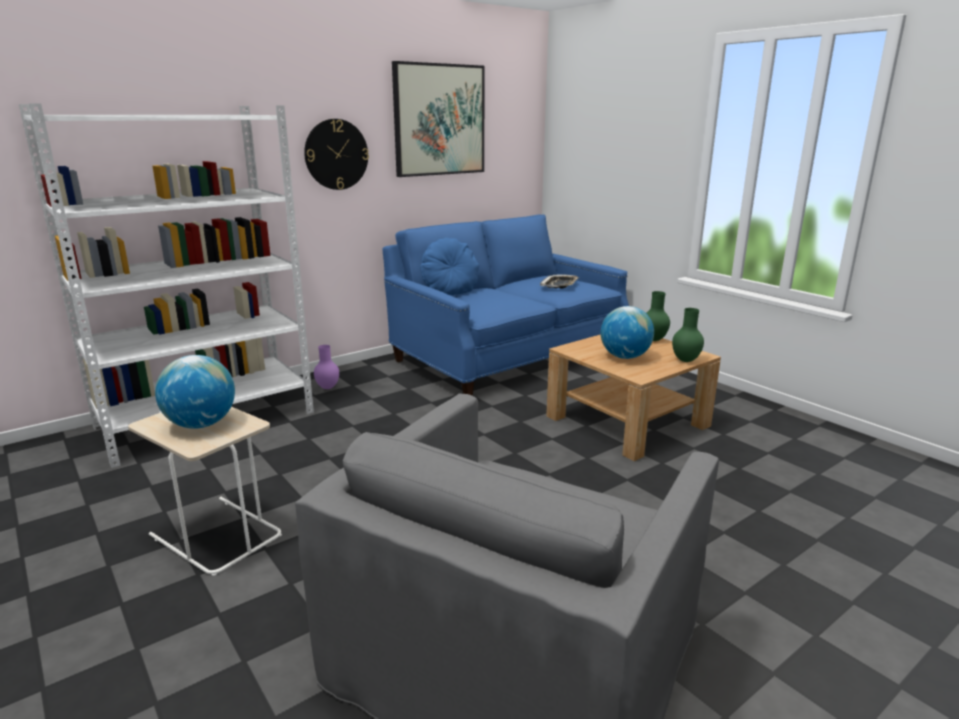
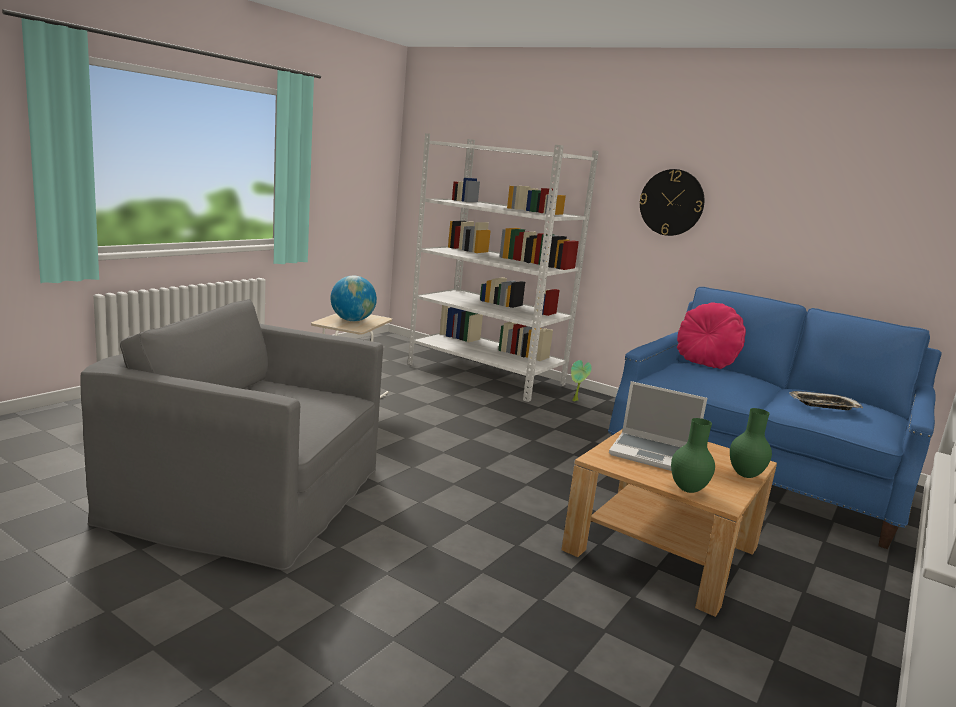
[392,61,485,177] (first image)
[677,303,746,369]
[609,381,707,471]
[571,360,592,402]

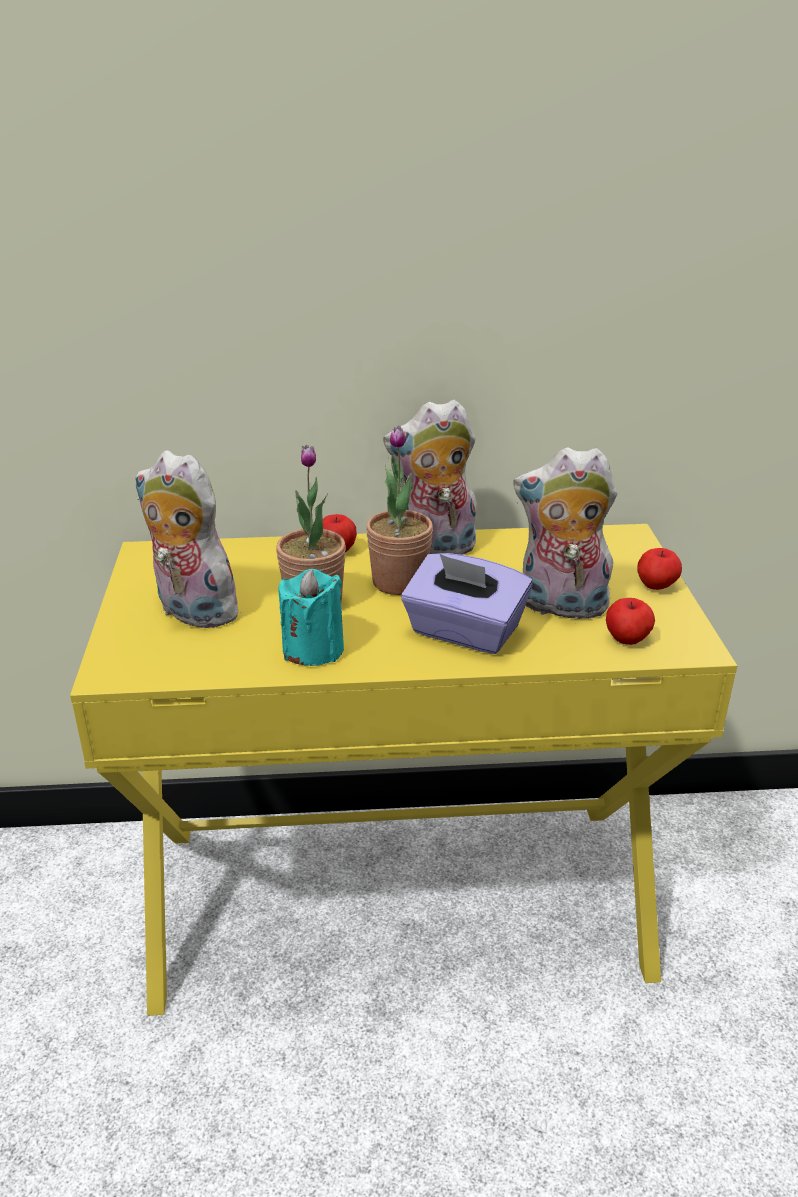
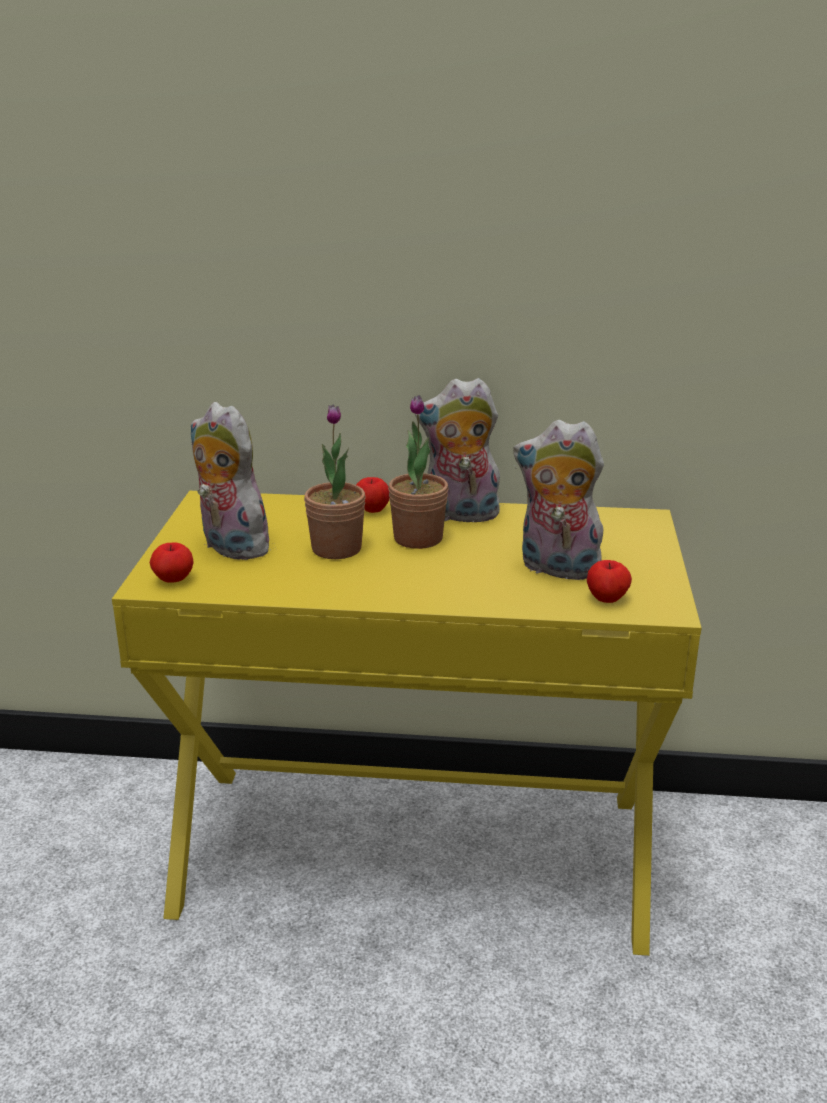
[150,543,194,583]
[401,553,533,654] (first image)
[278,569,344,666] (first image)

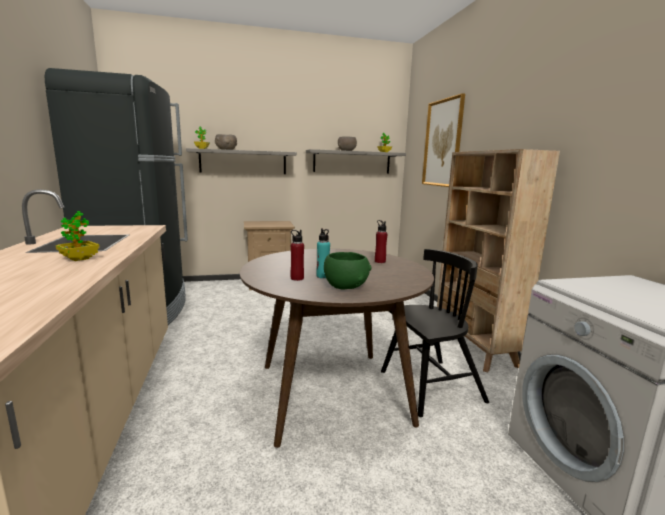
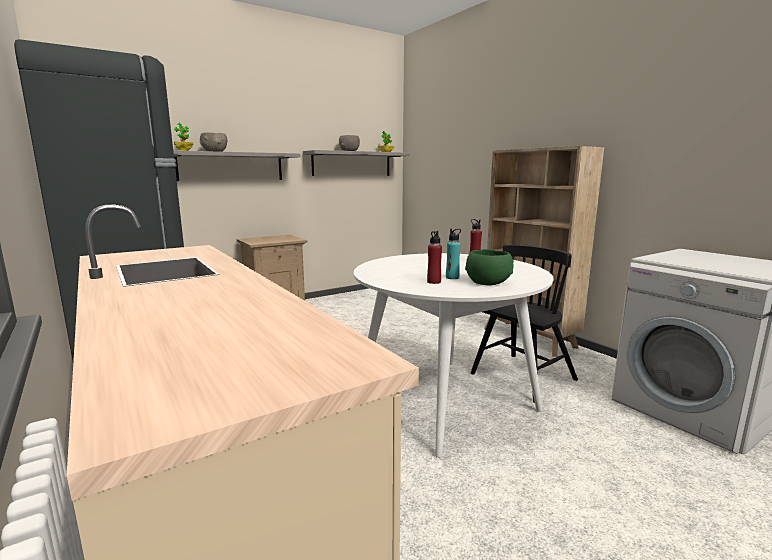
[422,93,465,187] (first image)
[56,211,100,261] (first image)
[354,253,554,458]

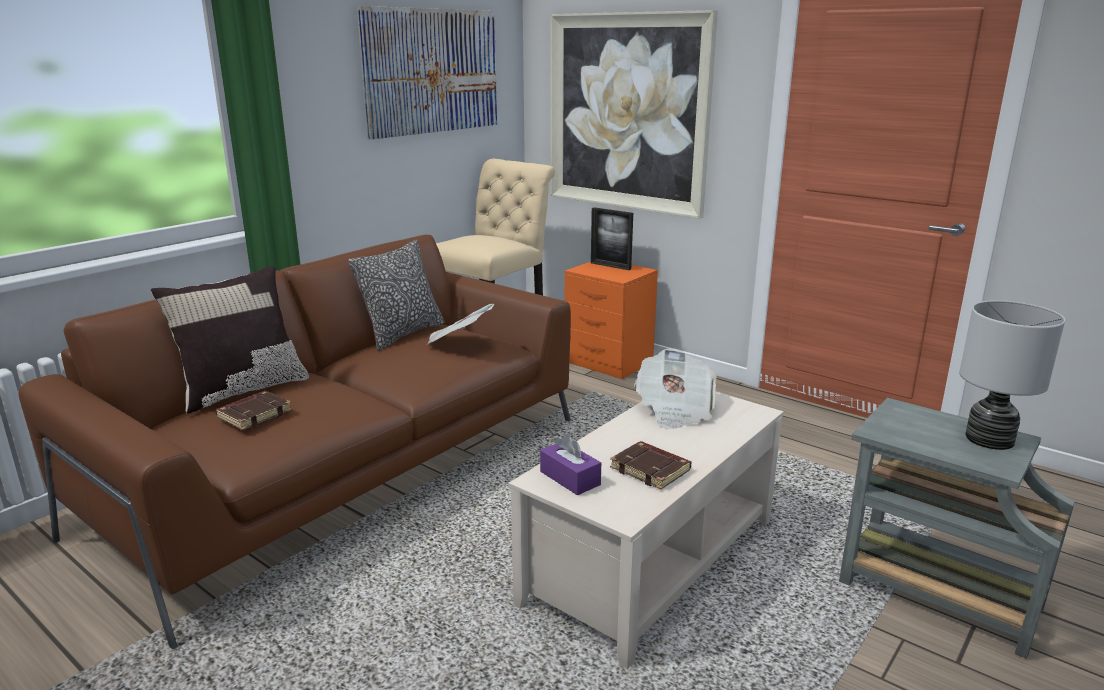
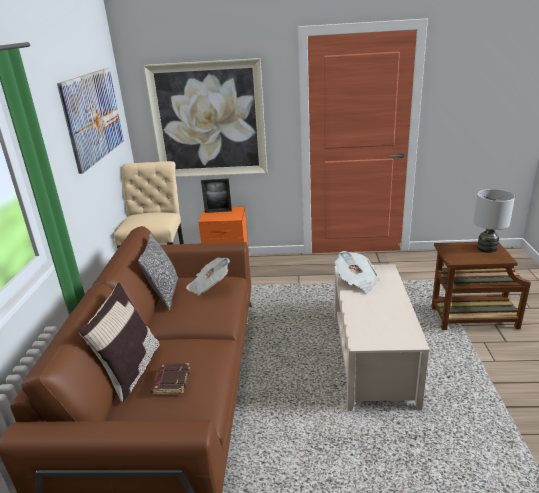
[432,242,531,330]
[540,434,601,495] (first image)
[610,441,691,490] (first image)

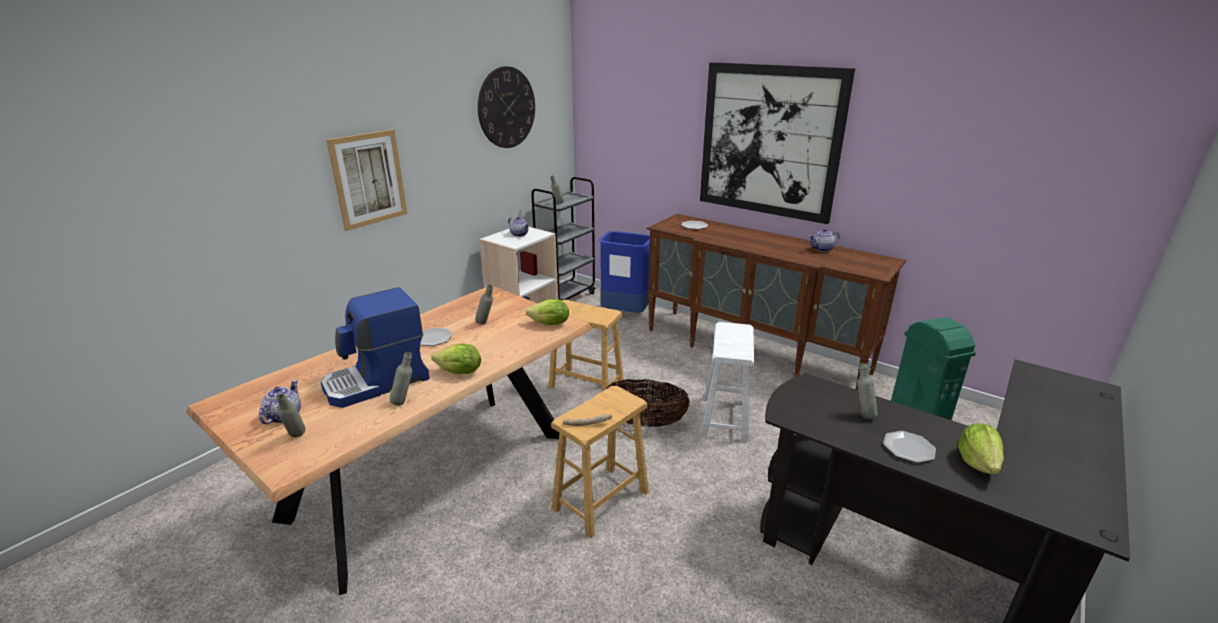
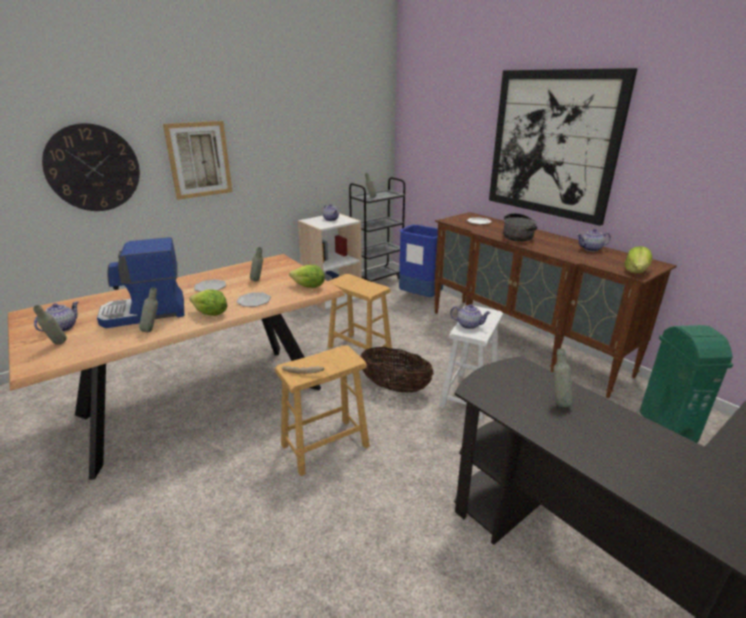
[42,123,140,211]
[624,246,652,273]
[236,293,271,307]
[503,213,537,242]
[450,304,491,329]

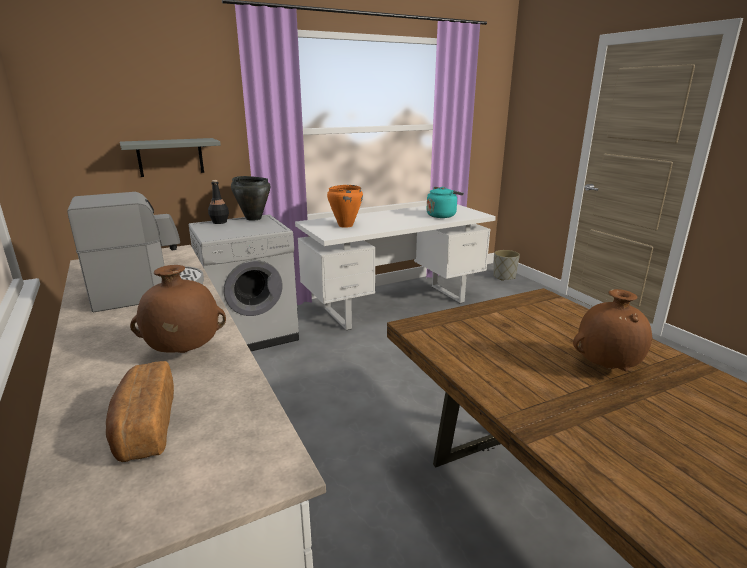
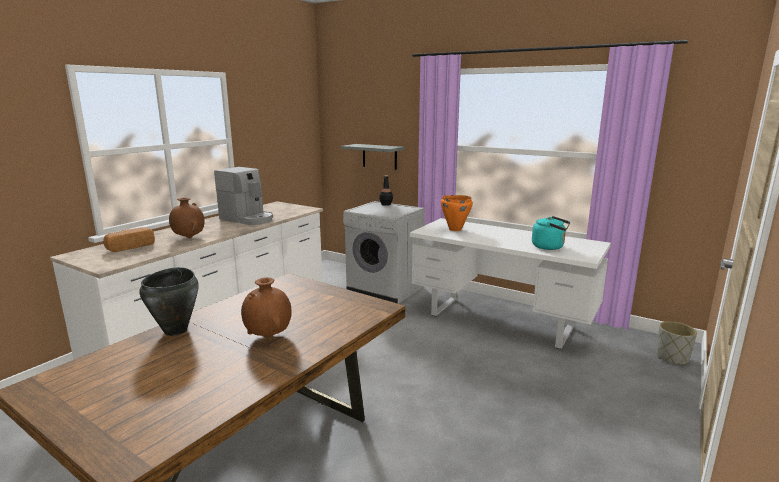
[139,267,199,336]

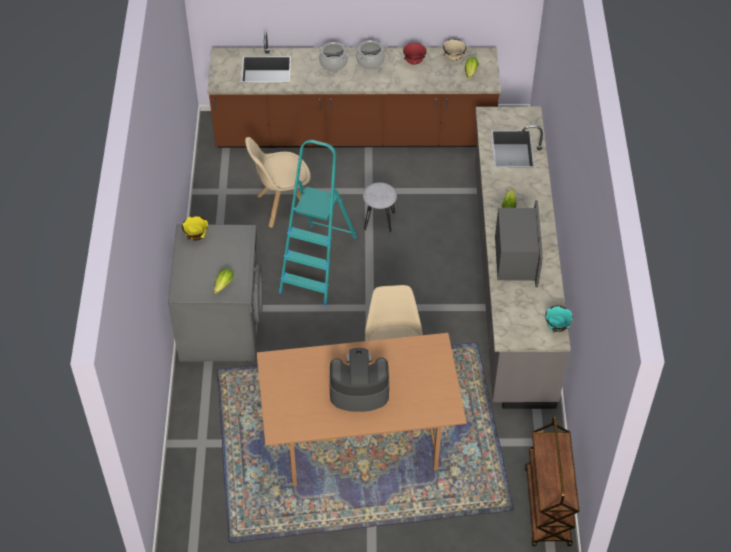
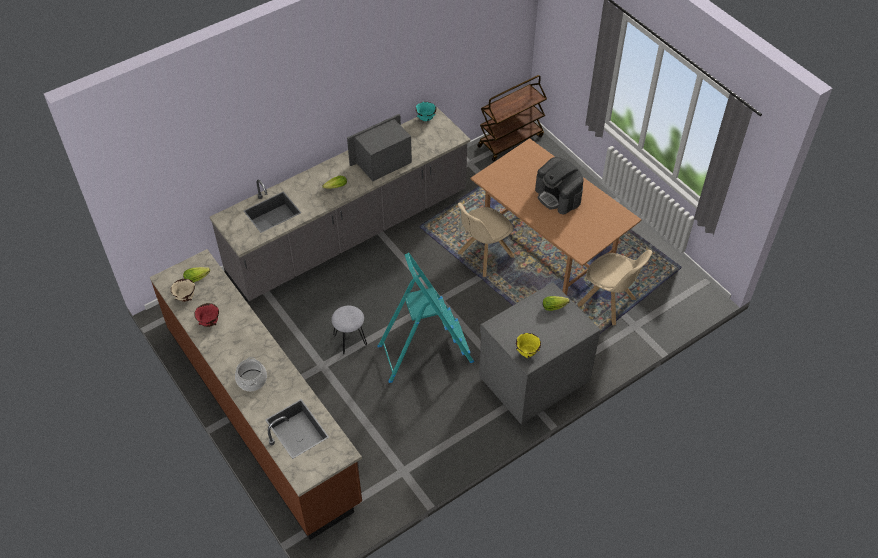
[356,40,385,69] (first image)
[577,250,653,326]

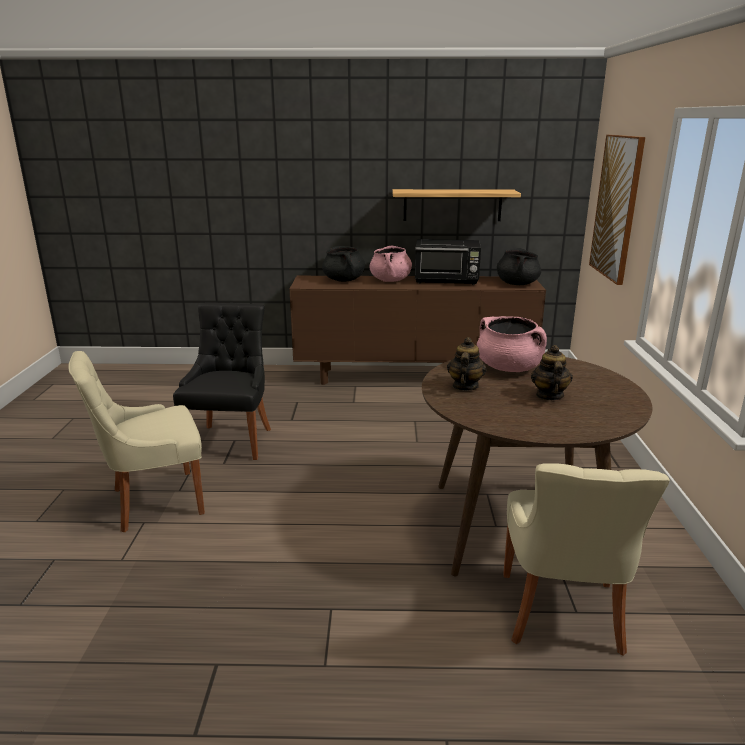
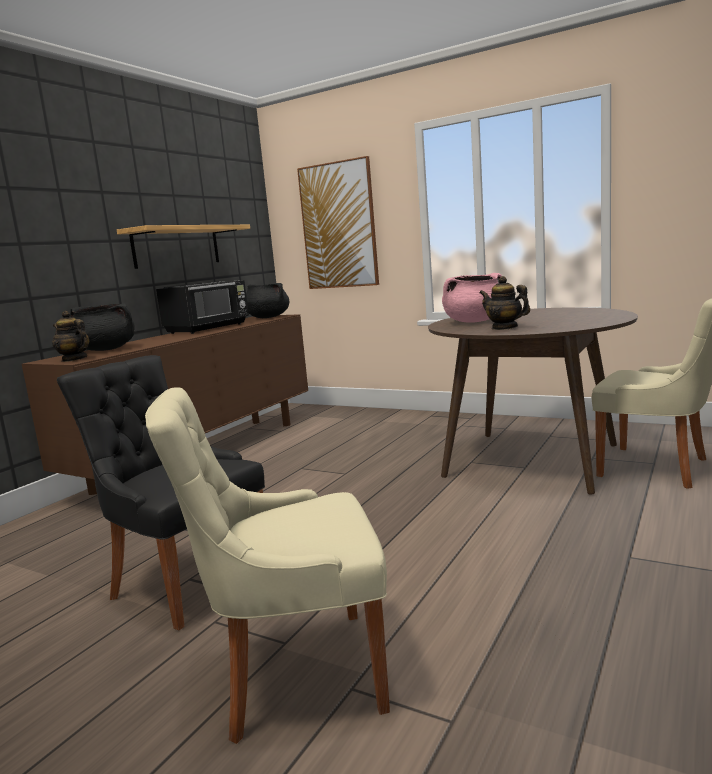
[369,246,412,282] (first image)
[52,311,89,362]
[145,387,390,744]

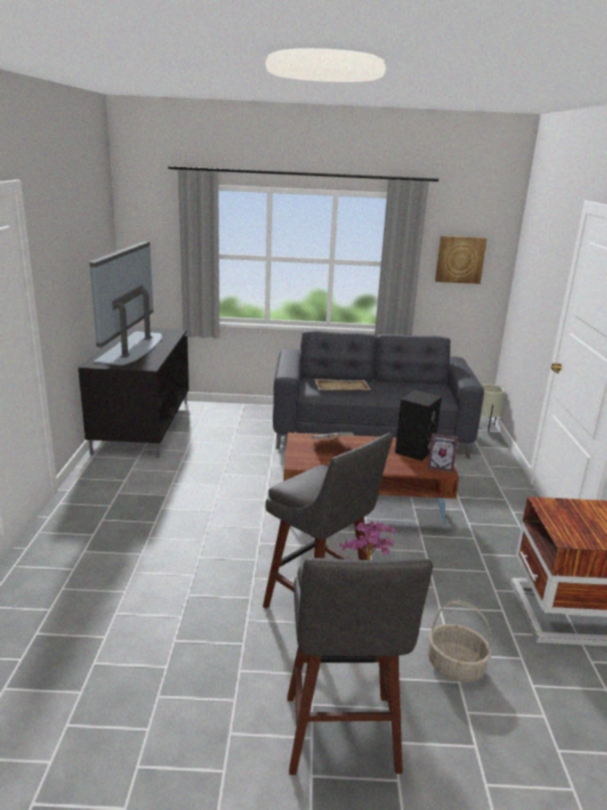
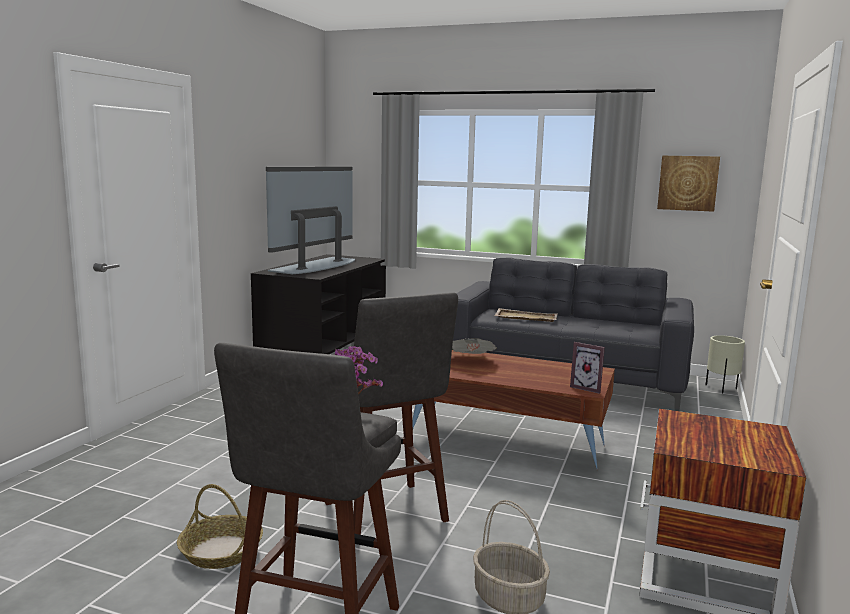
[395,390,442,461] (first image)
[177,484,263,569]

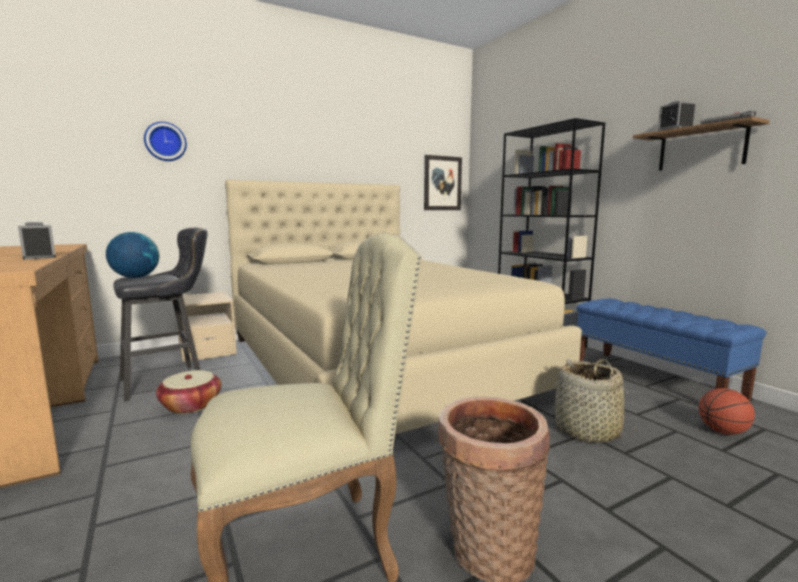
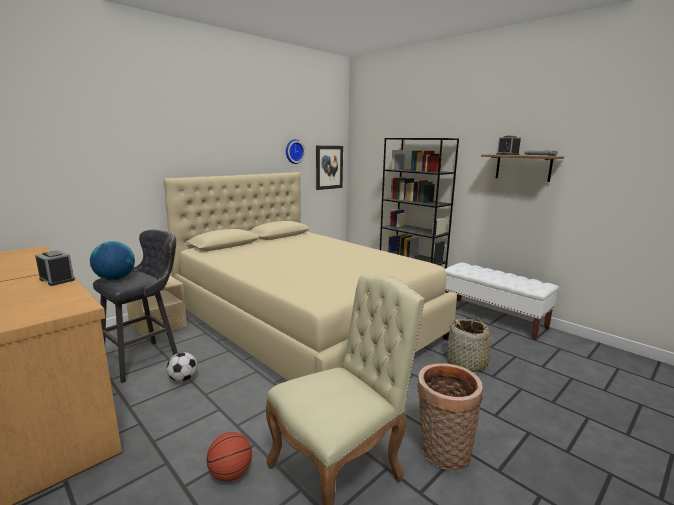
[286,139,305,164]
[445,263,559,341]
[167,352,197,382]
[207,432,252,482]

